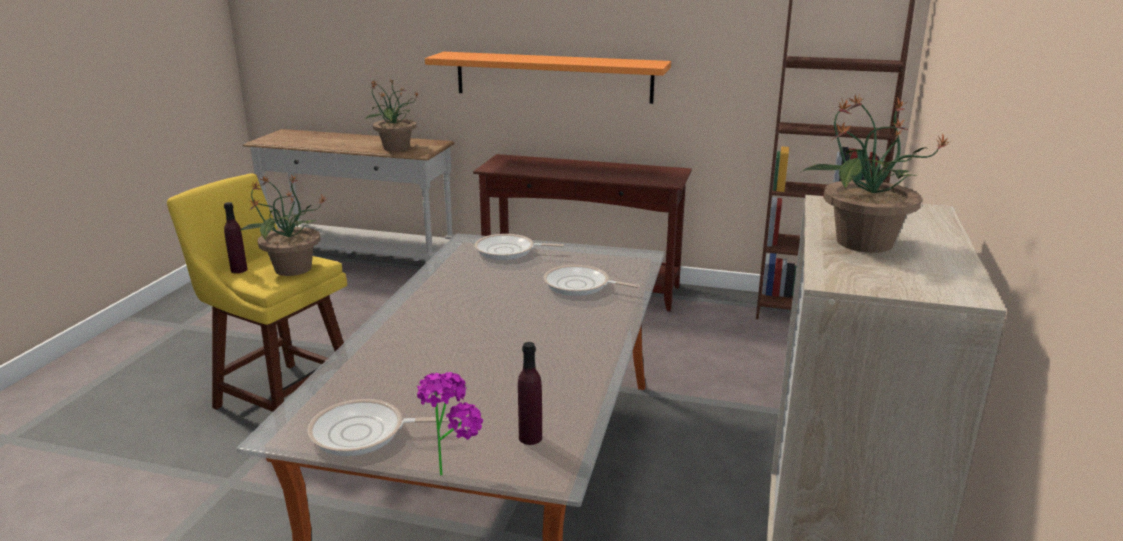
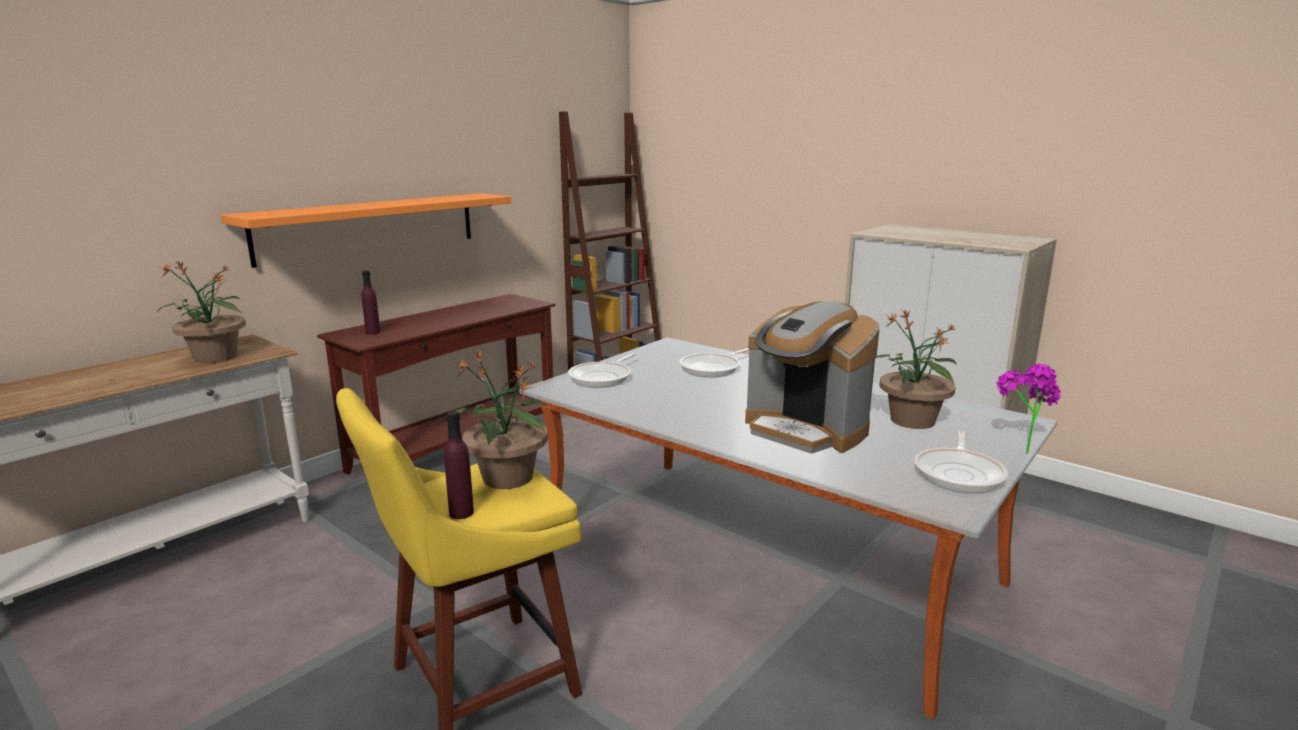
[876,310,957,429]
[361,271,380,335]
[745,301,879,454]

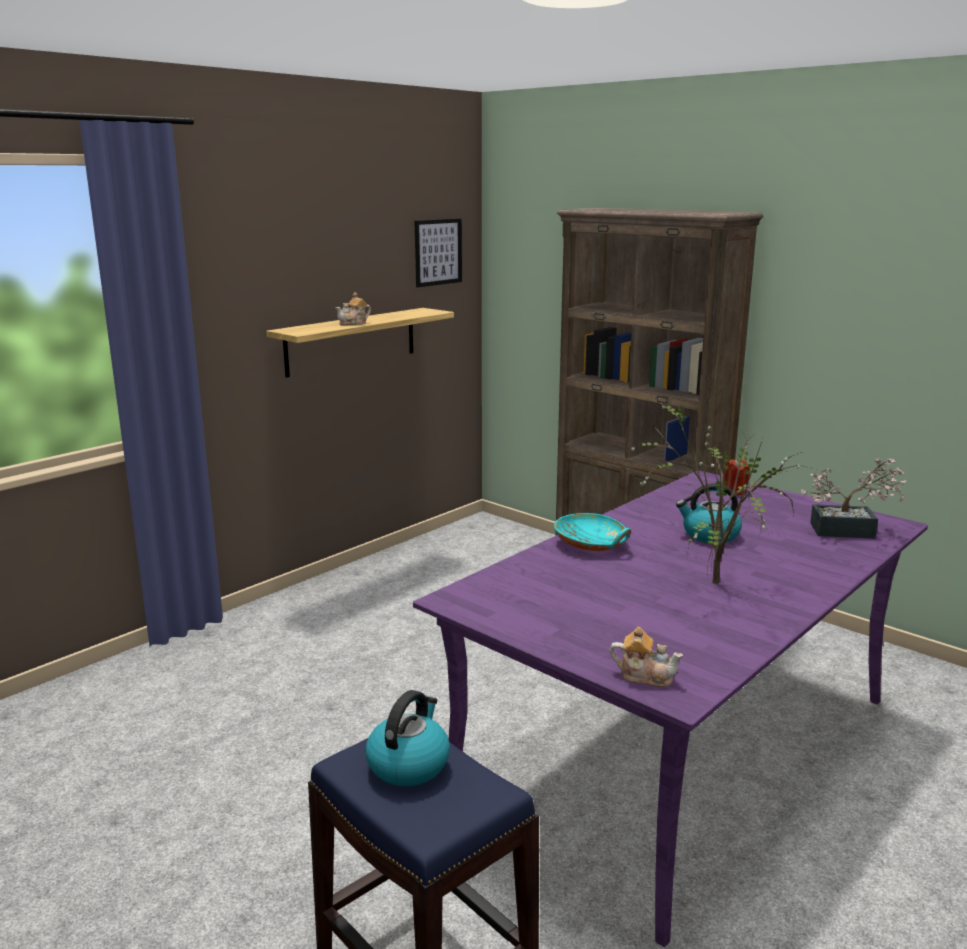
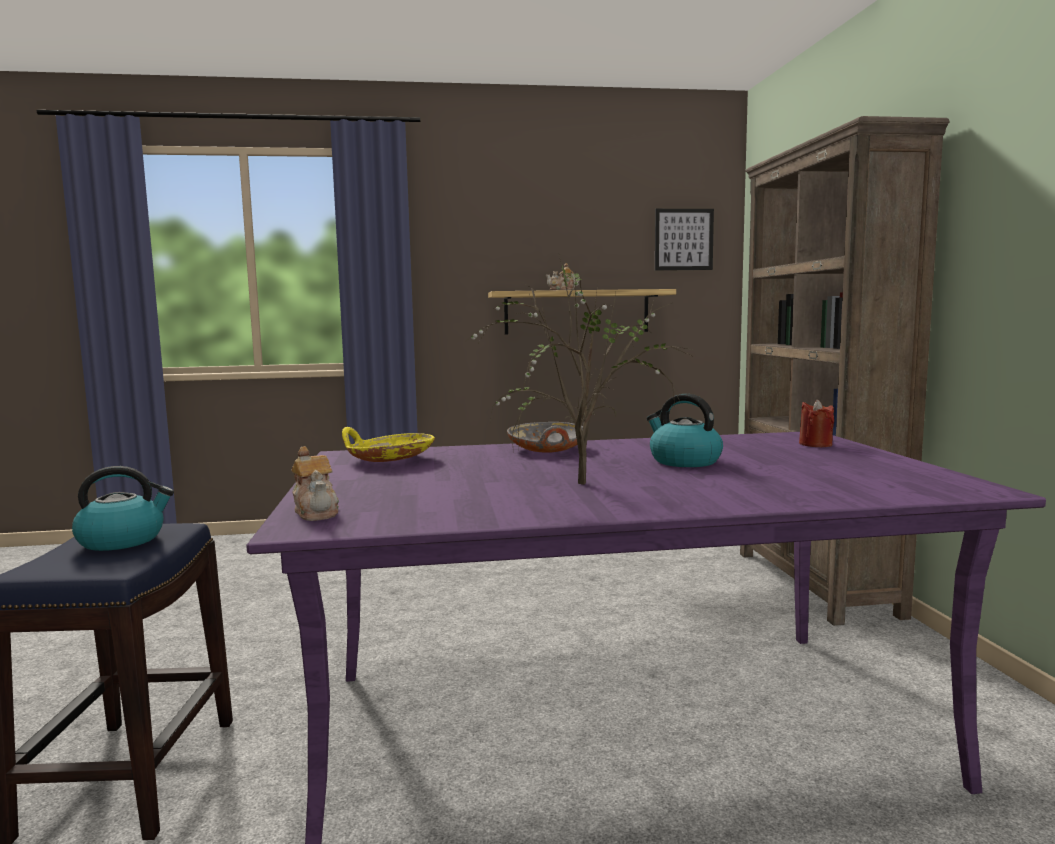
[801,458,906,539] (first image)
[507,422,583,453]
[342,427,435,462]

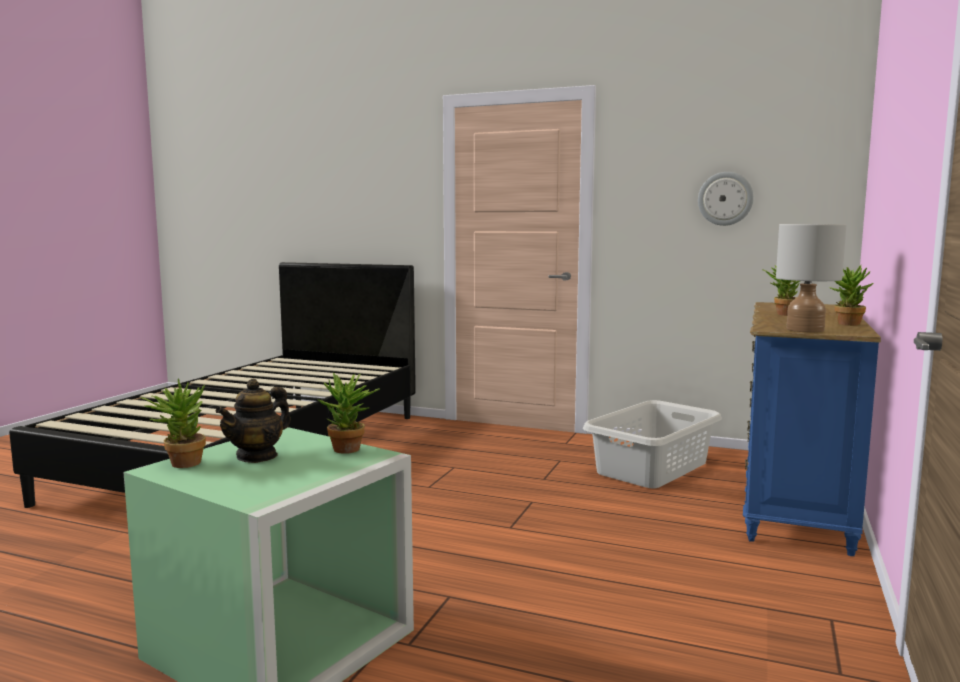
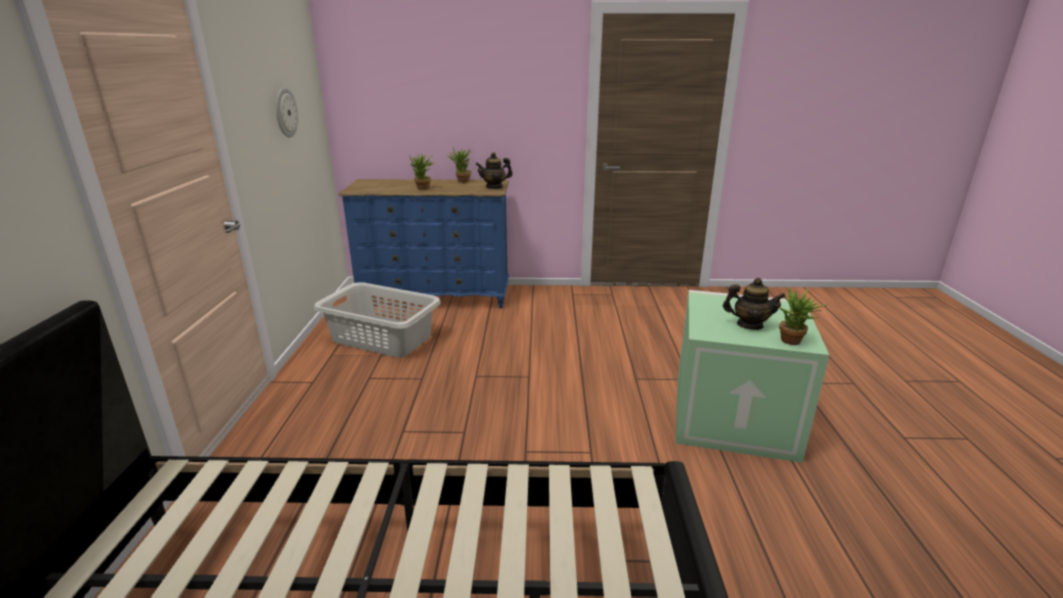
[475,152,513,189]
[317,373,380,454] (first image)

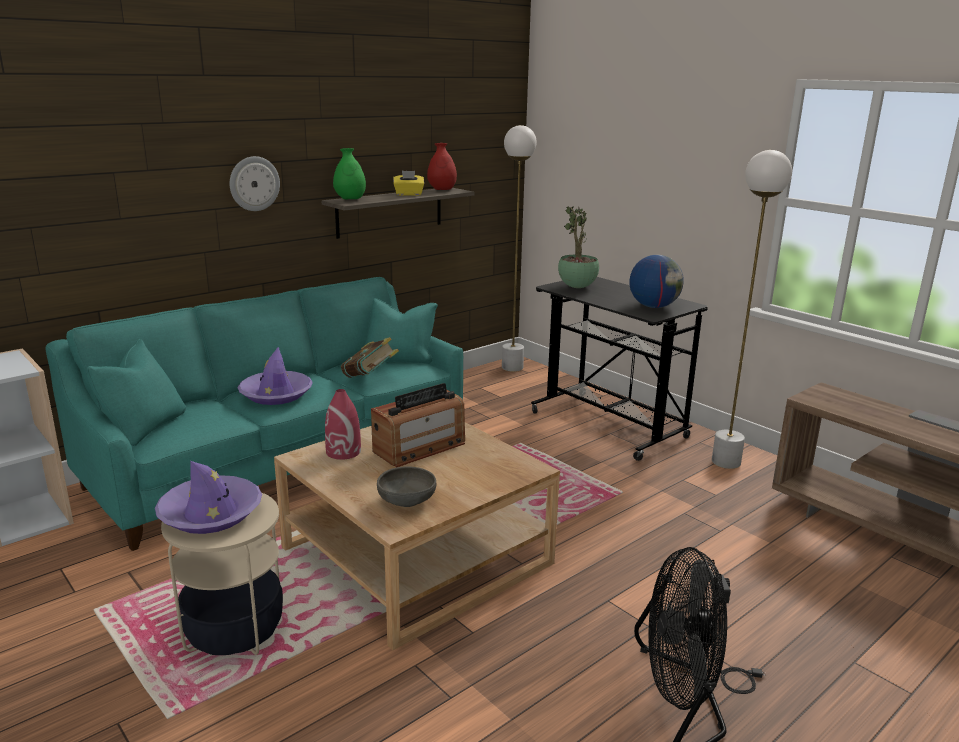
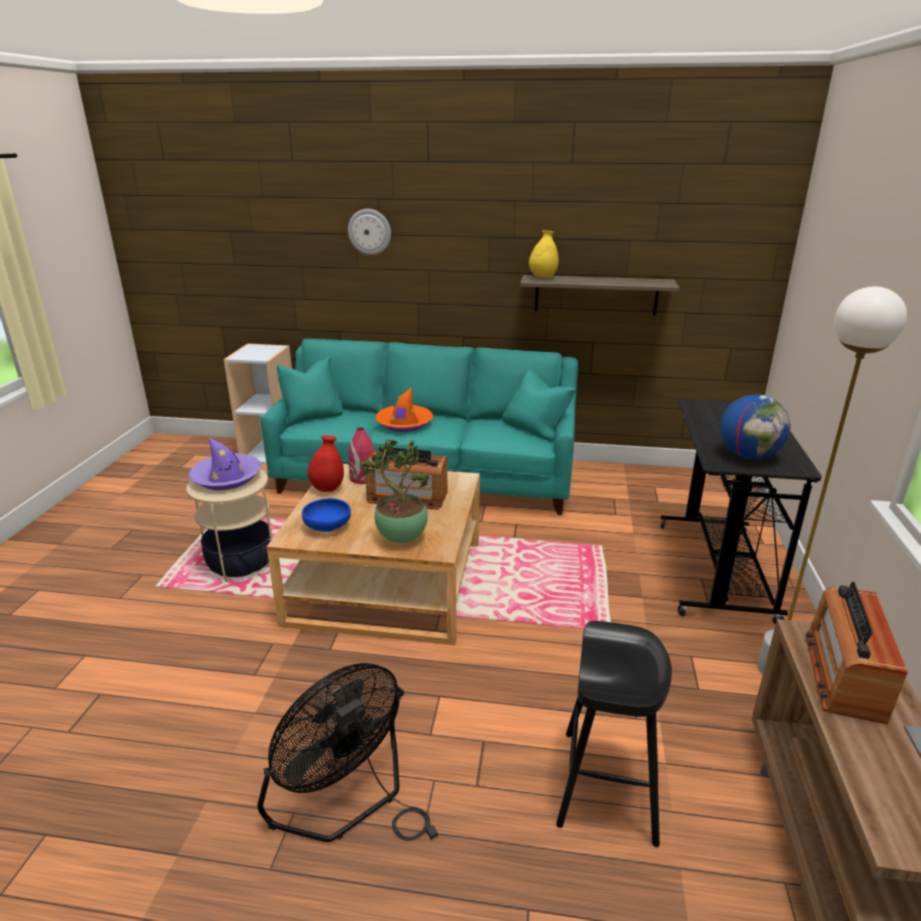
[502,125,537,372] (first image)
[307,436,344,492]
[529,230,559,278]
[348,209,391,255]
[393,171,424,196] (first image)
[360,438,429,543]
[341,337,399,378] (first image)
[375,387,433,432]
[302,498,351,532]
[805,582,908,725]
[556,621,672,847]

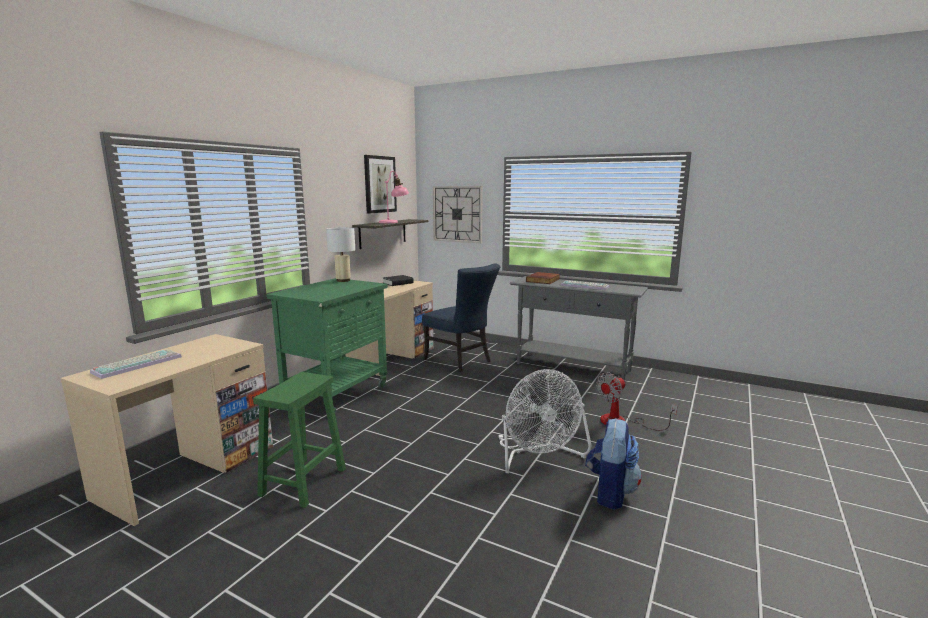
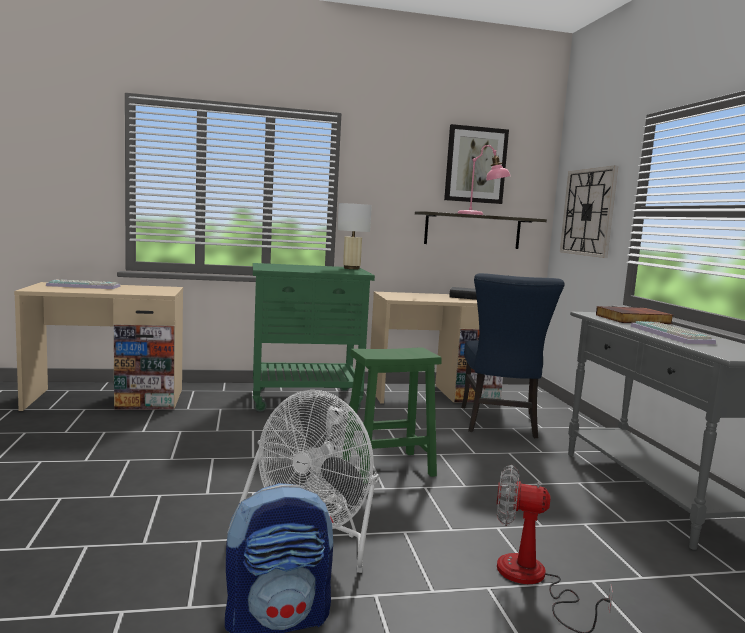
[342,347,442,484]

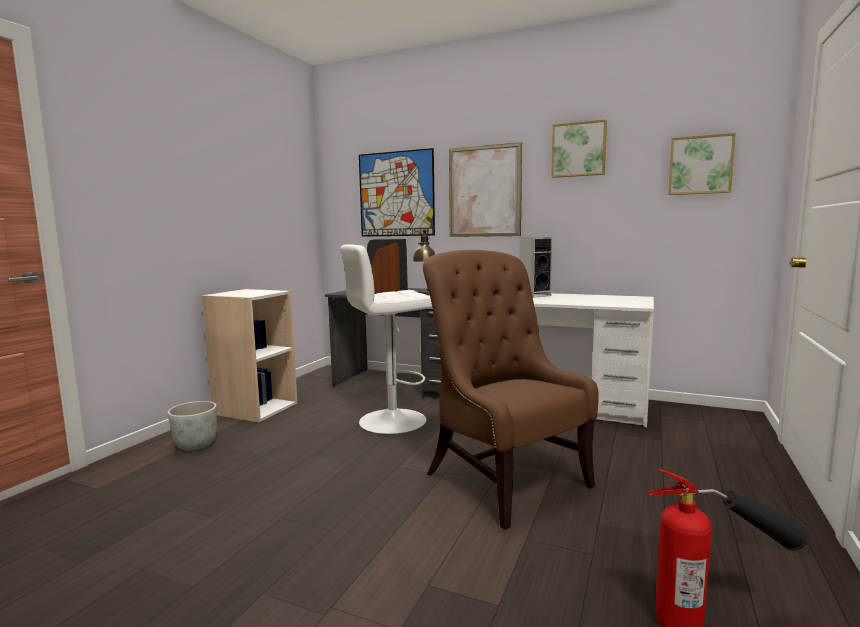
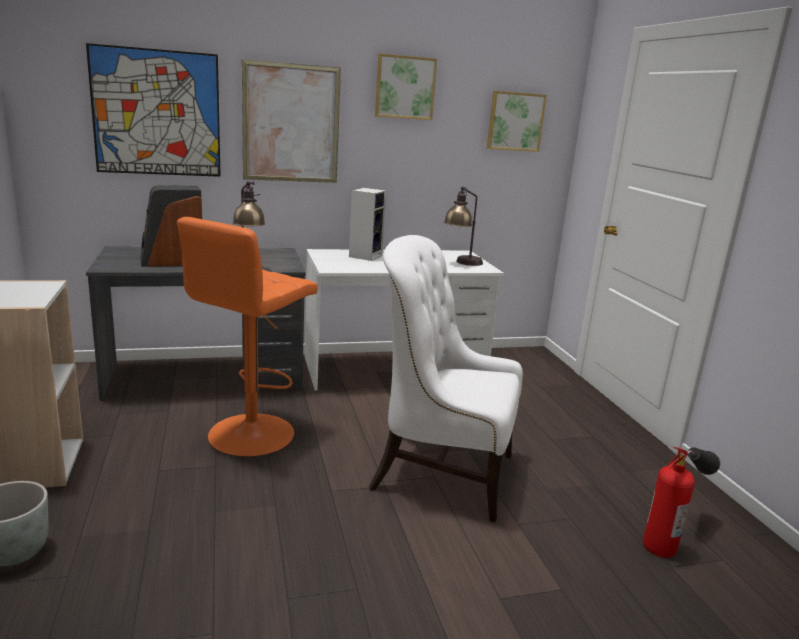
[177,217,318,456]
[369,235,523,523]
[444,186,483,266]

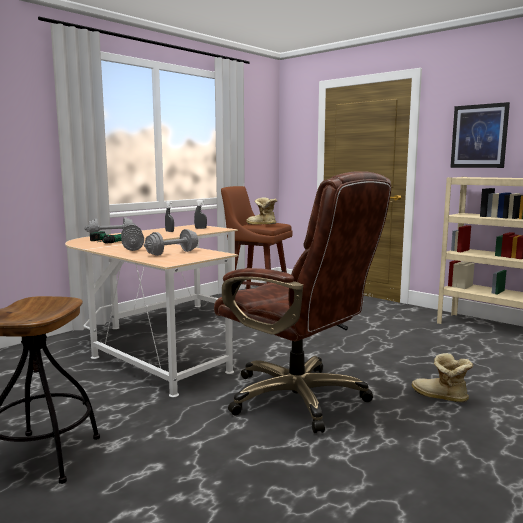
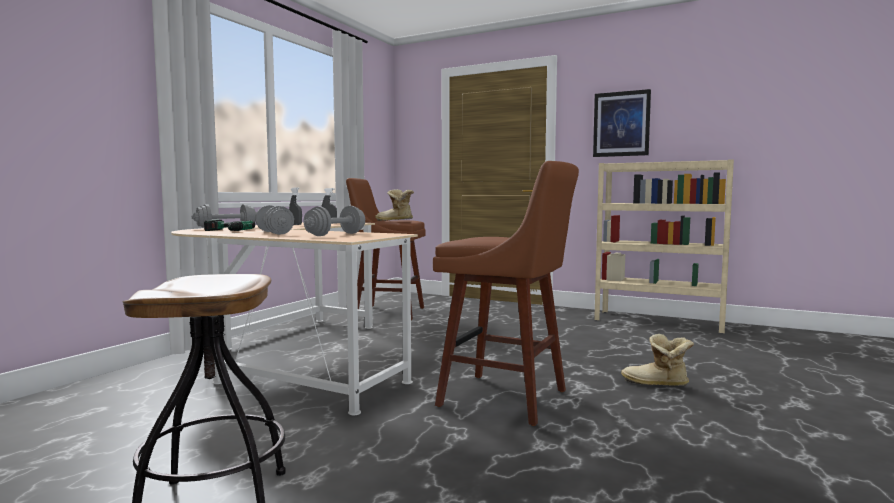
[433,161,579,426]

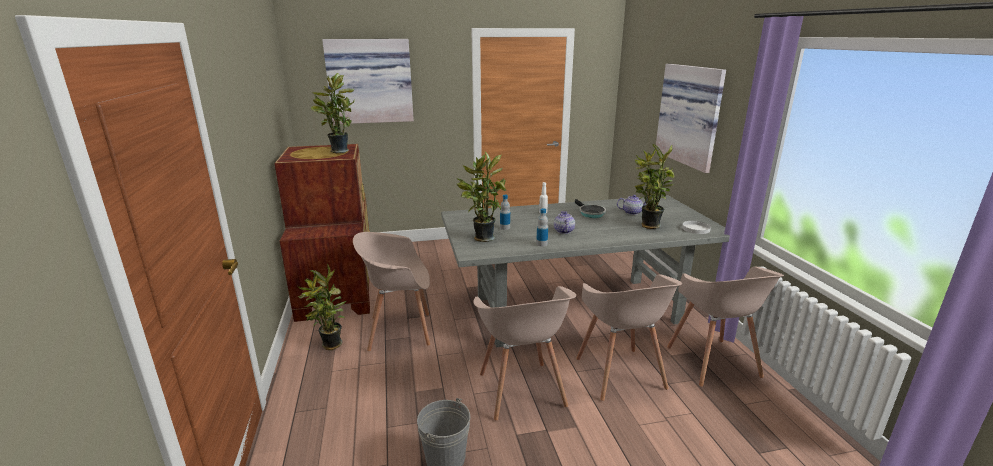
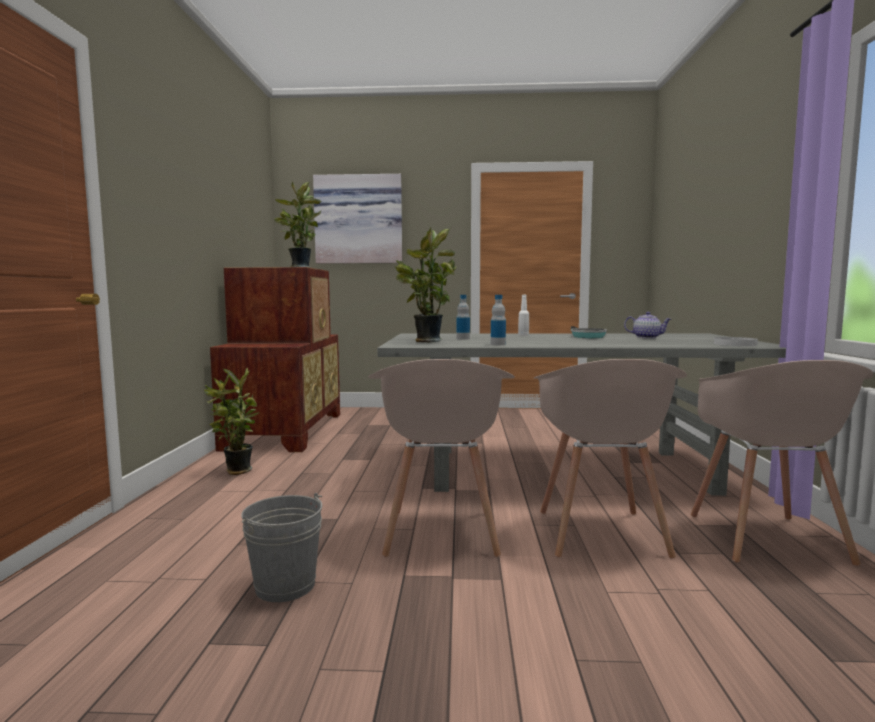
[656,64,726,173] (first image)
[635,144,674,229] (first image)
[554,211,575,234] (first image)
[353,232,430,352] (first image)

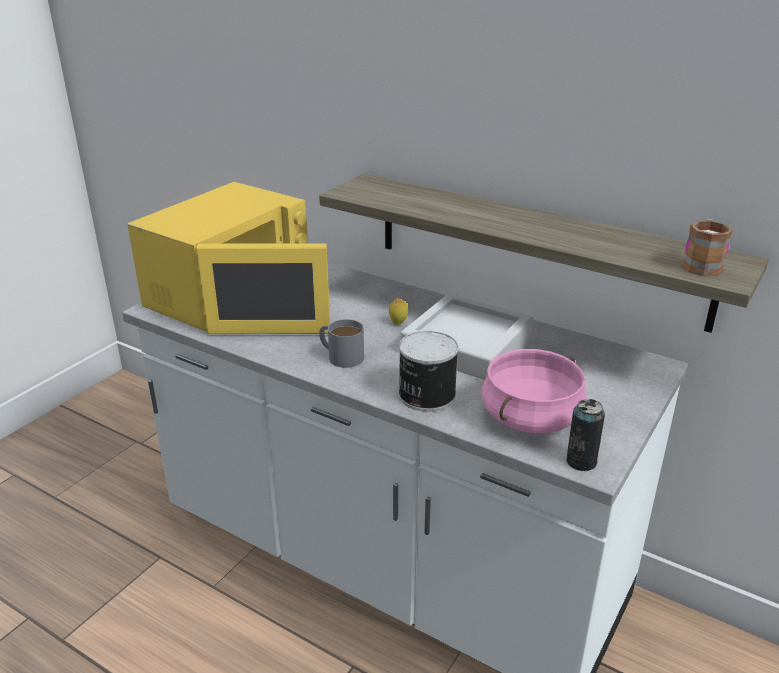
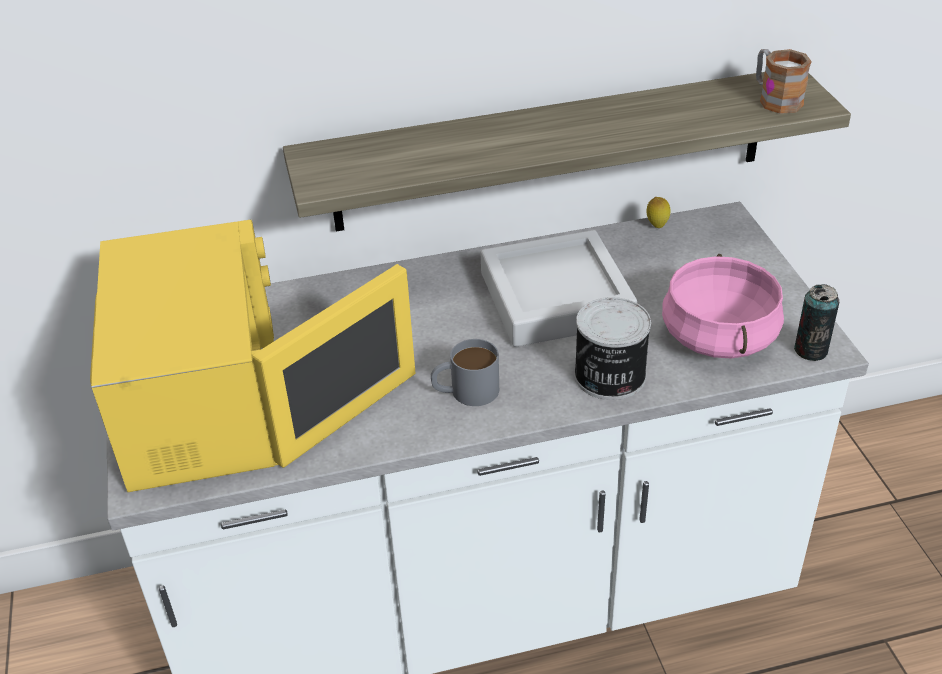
[647,197,671,228]

